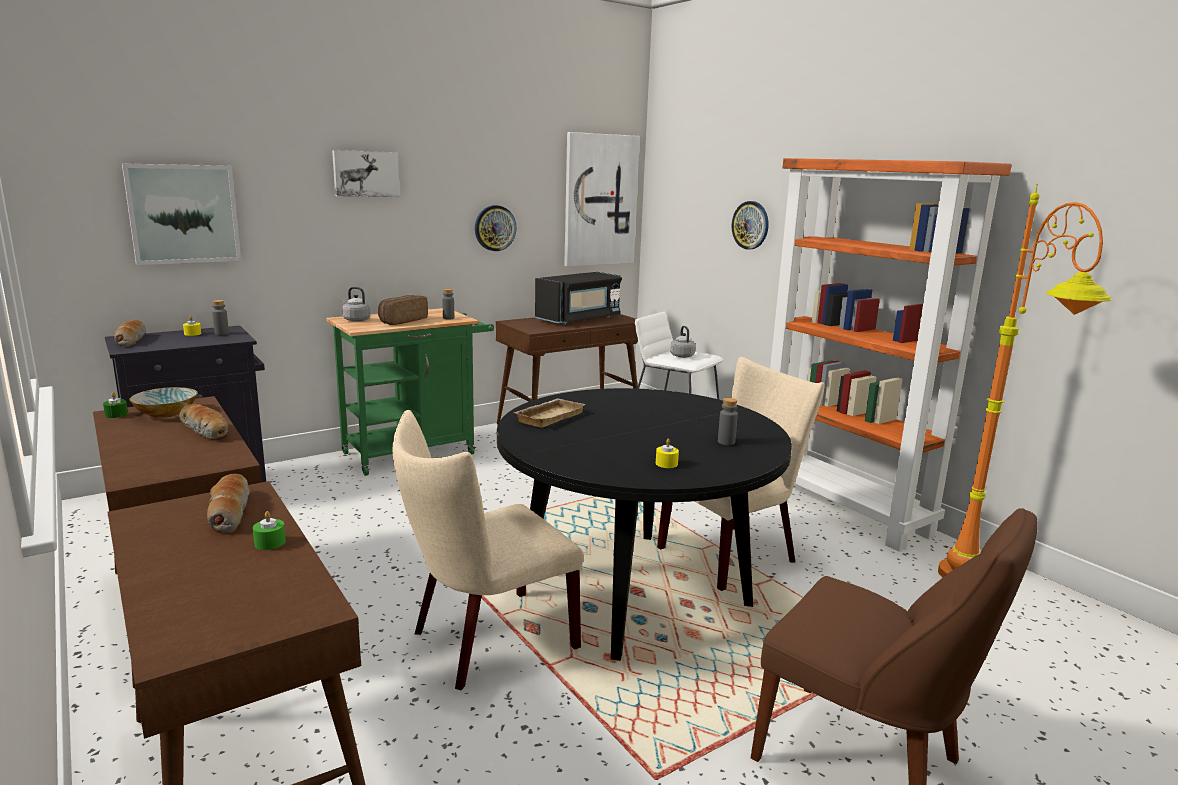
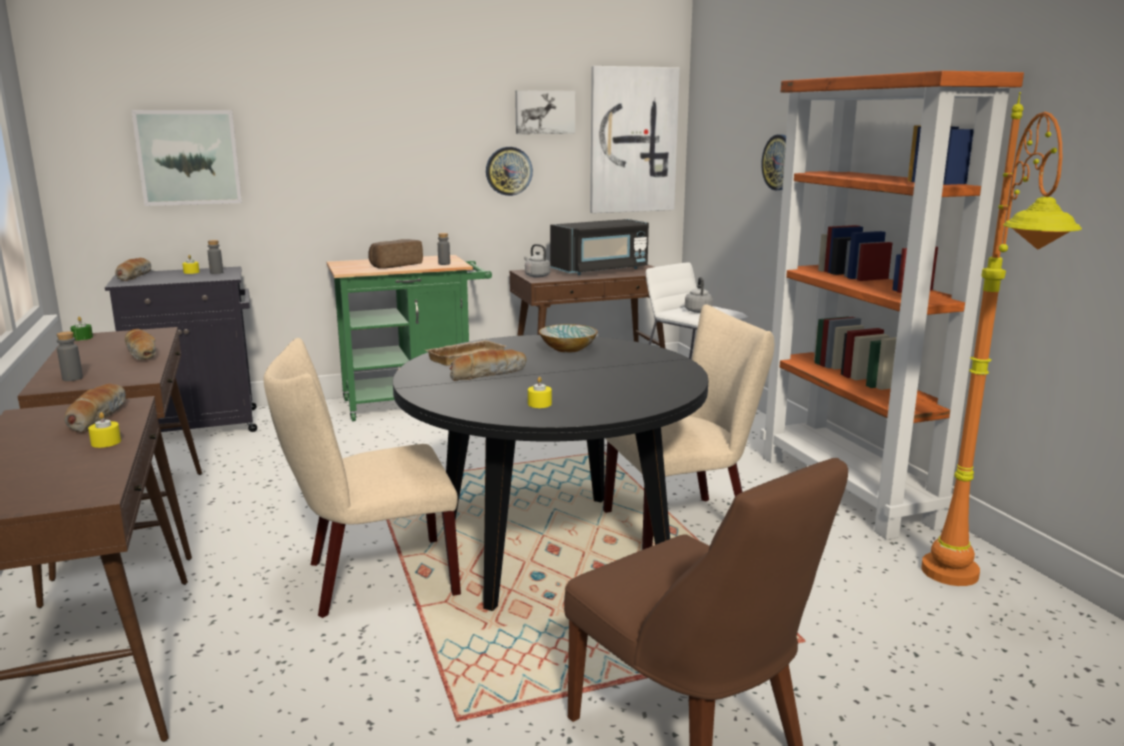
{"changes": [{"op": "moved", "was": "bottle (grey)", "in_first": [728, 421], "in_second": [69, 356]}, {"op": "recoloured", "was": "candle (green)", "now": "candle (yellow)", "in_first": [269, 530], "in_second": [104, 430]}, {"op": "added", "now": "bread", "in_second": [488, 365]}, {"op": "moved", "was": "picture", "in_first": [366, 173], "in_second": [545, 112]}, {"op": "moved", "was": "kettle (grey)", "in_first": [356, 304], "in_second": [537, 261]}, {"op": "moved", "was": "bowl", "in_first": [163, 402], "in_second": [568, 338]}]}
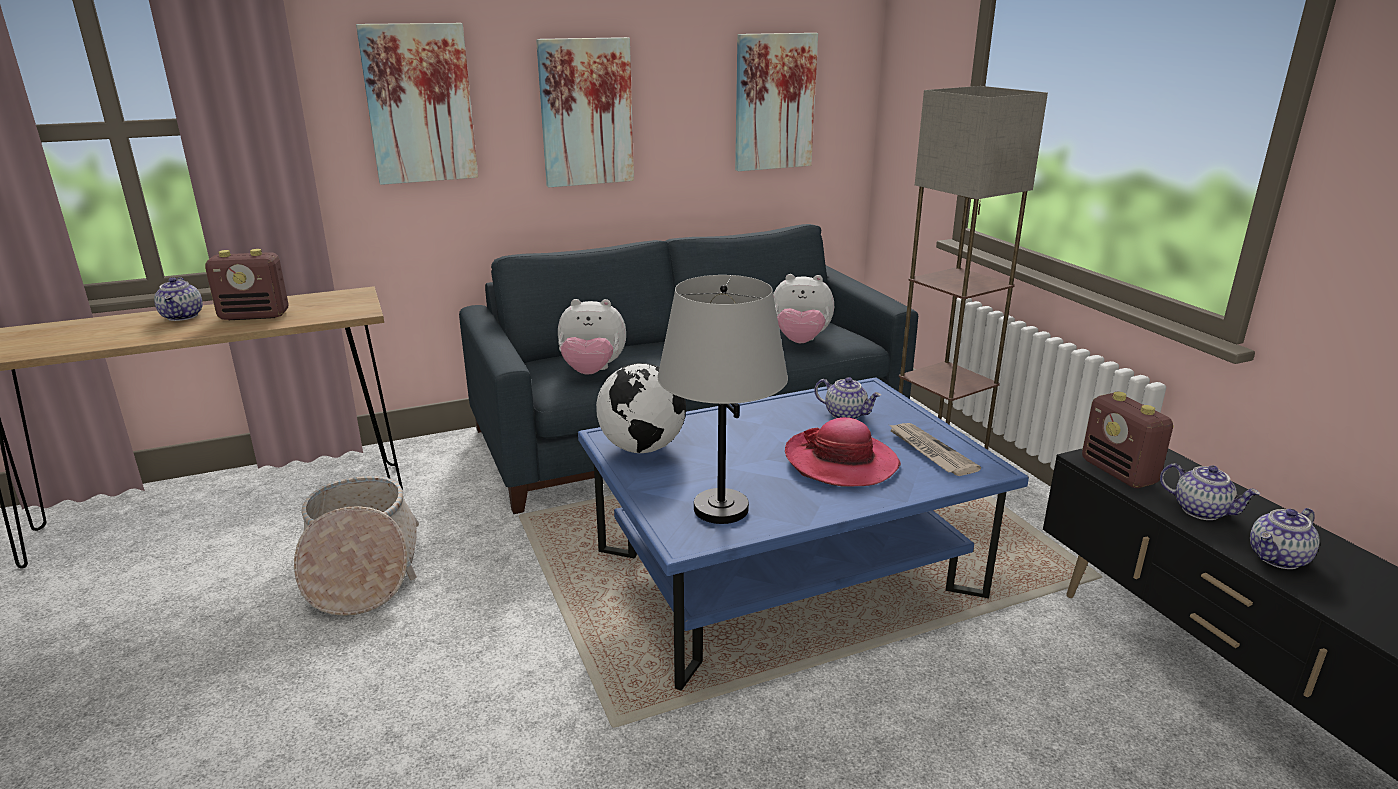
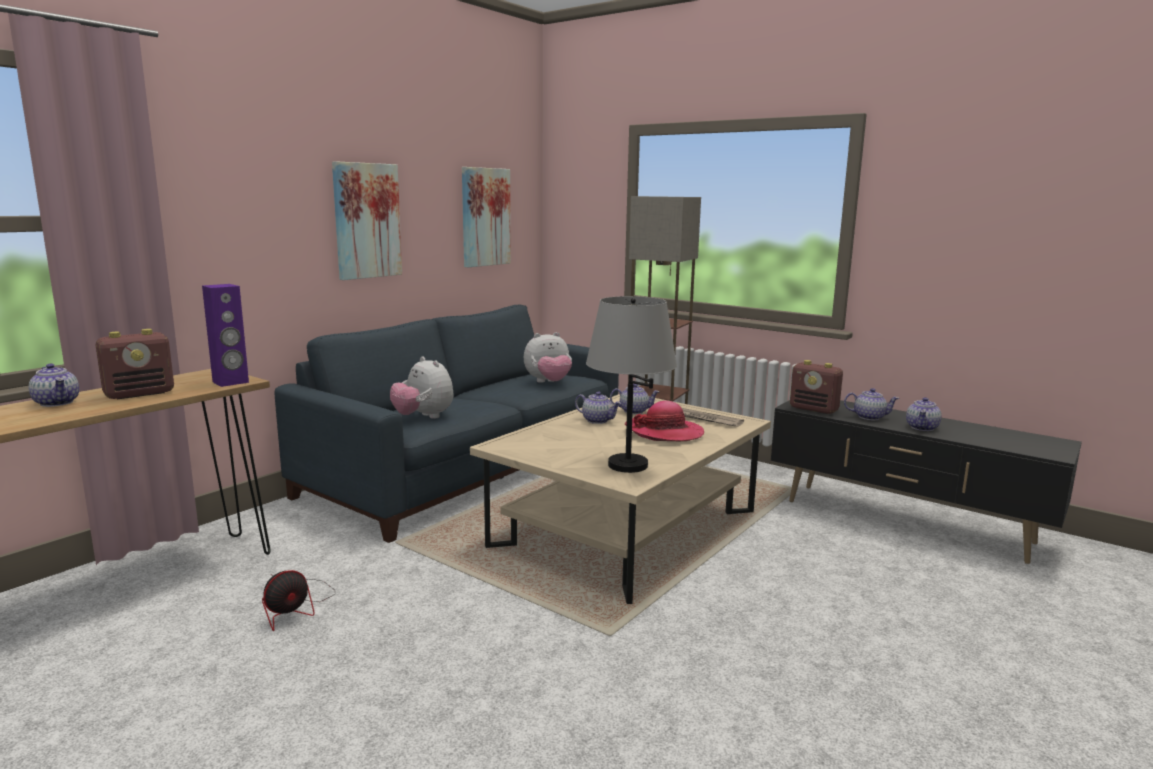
{"changes": [{"op": "added", "now": "speaker (purple)", "in_second": [225, 335]}, {"op": "replaced", "was": "basket", "now": "fan", "in_first": [356, 546], "in_second": [298, 600]}, {"op": "turned", "was": "plush toy", "in_first": [592, 337], "in_second": [421, 387], "clockwise": 75}, {"op": "recoloured", "was": "coffee table (blue)", "now": "coffee table (beige)", "in_first": [803, 534], "in_second": [620, 499]}, {"op": "added", "now": "teapot", "in_second": [598, 408]}, {"op": "removed", "was": "picture", "in_first": [417, 104]}, {"op": "removed", "was": "globe", "in_first": [641, 408]}]}
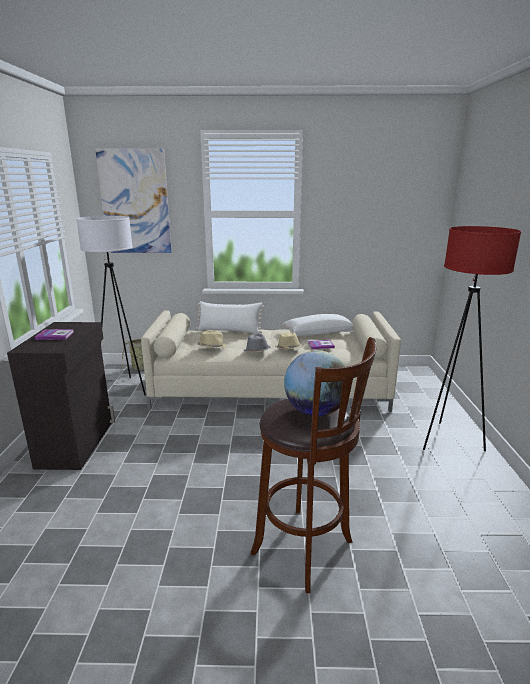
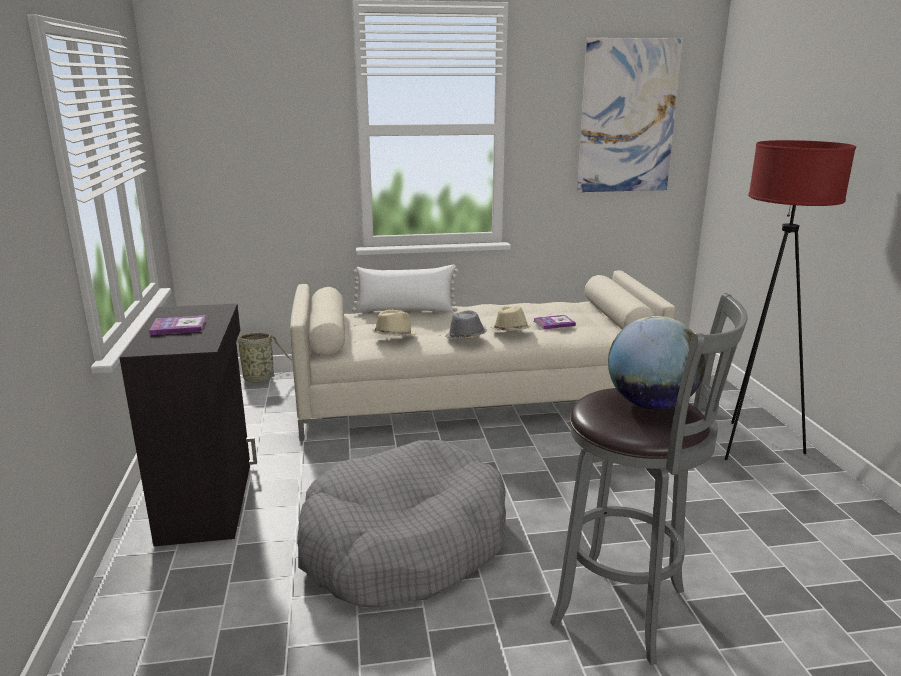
{"changes": [{"op": "added", "now": "dog bed (grey)", "in_second": [401, 523]}, {"op": "recoloured", "was": "stool (brown)", "now": "stool (grey)", "in_first": [313, 465], "in_second": [649, 479]}, {"op": "moved", "was": "picture", "in_first": [133, 201], "in_second": [630, 115]}, {"op": "removed", "was": "floor lamp (white)", "in_first": [111, 306]}, {"op": "removed", "was": "pillow (white)", "in_first": [318, 325]}]}
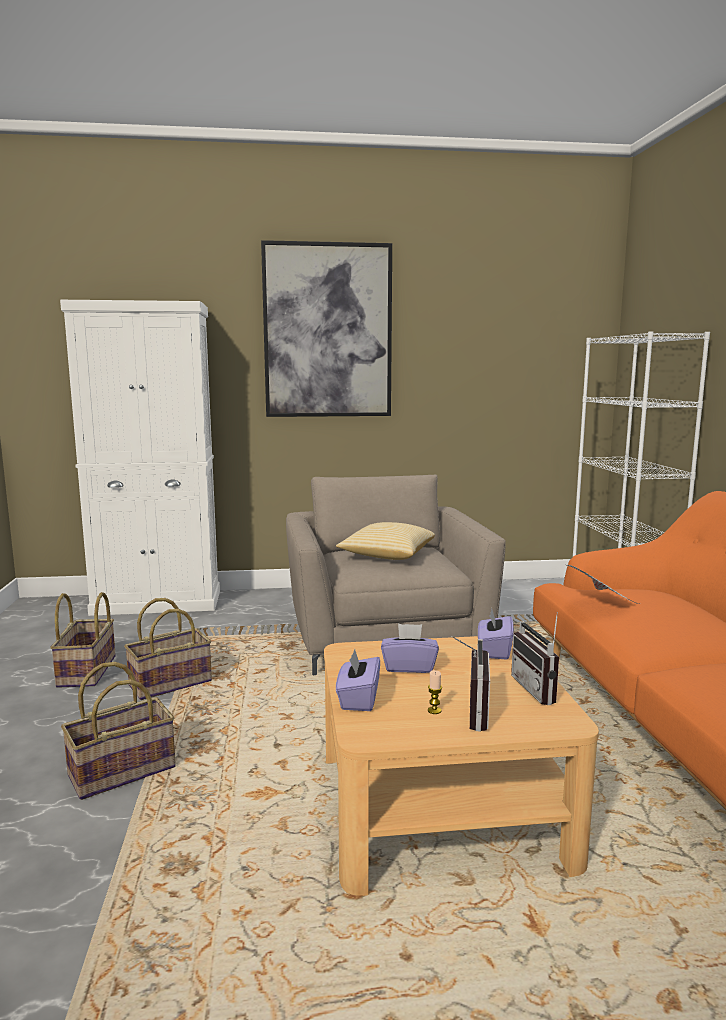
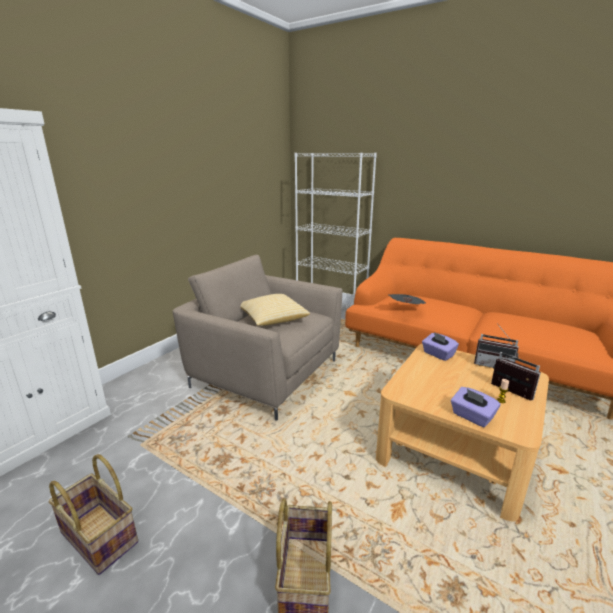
{"changes": [{"op": "removed", "was": "basket", "in_first": [168, 649]}, {"op": "removed", "was": "picture", "in_first": [326, 328]}, {"op": "removed", "was": "tissue box (purple)", "in_first": [410, 648]}]}
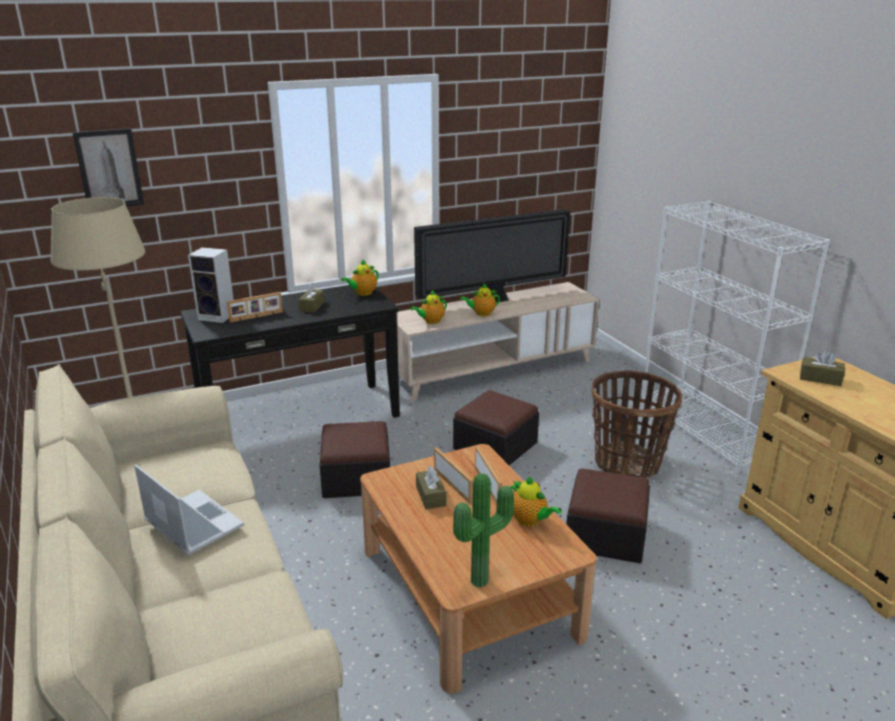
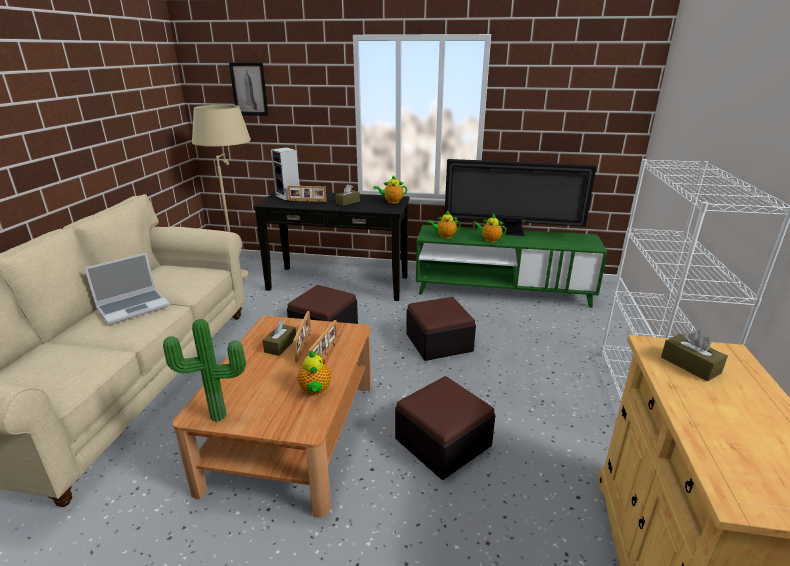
{"changes": [{"op": "turned", "was": "laptop", "in_first": [189, 509], "in_second": [127, 289], "clockwise": 60}, {"op": "recoloured", "was": "tv stand (beige)", "now": "tv stand (green)", "in_first": [498, 341], "in_second": [512, 266]}, {"op": "removed", "was": "basket", "in_first": [637, 424]}]}
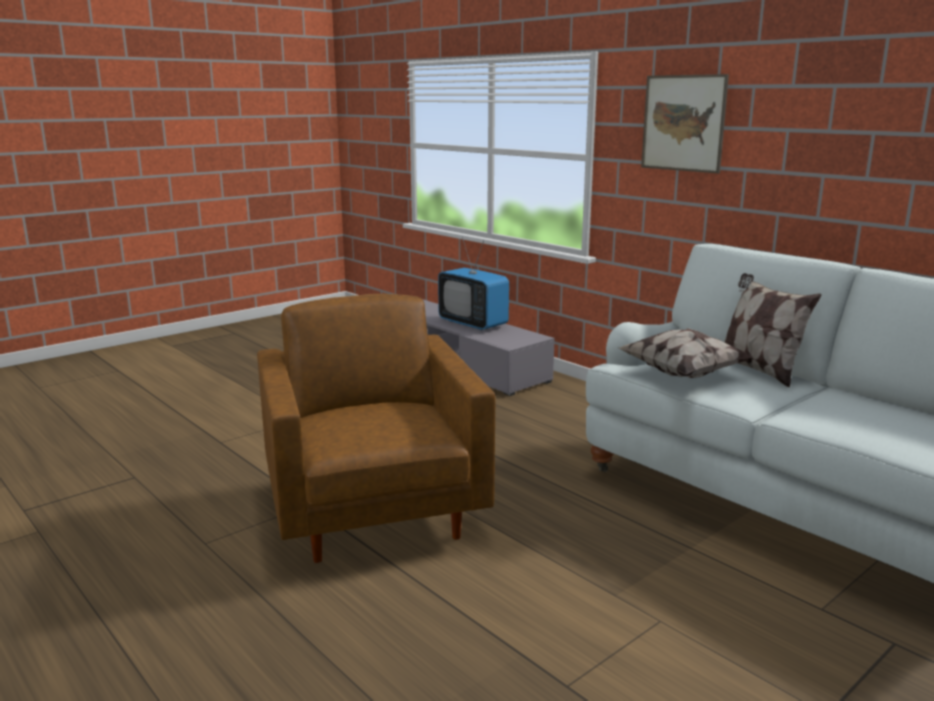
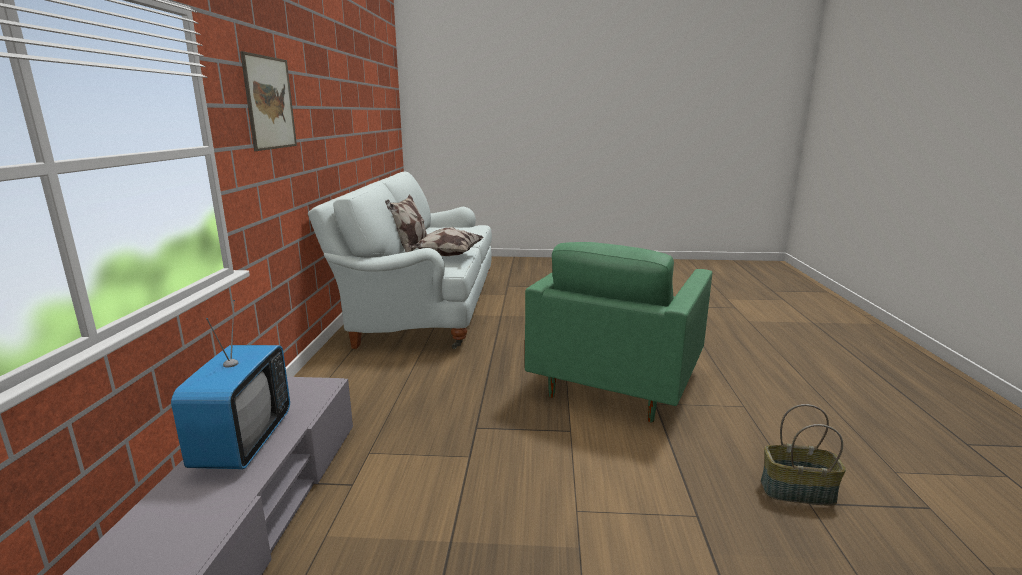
{"changes": [{"op": "recoloured", "was": "armchair (brown)", "now": "armchair (green)", "in_first": [376, 428], "in_second": [618, 332]}, {"op": "added", "now": "basket", "in_second": [803, 455]}]}
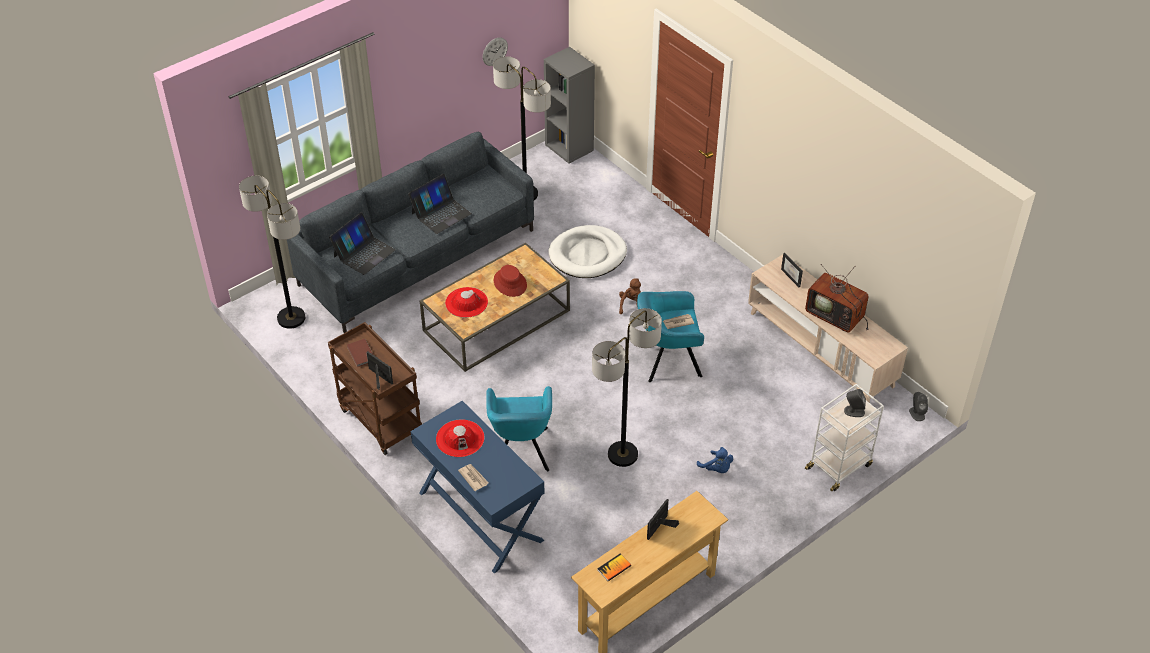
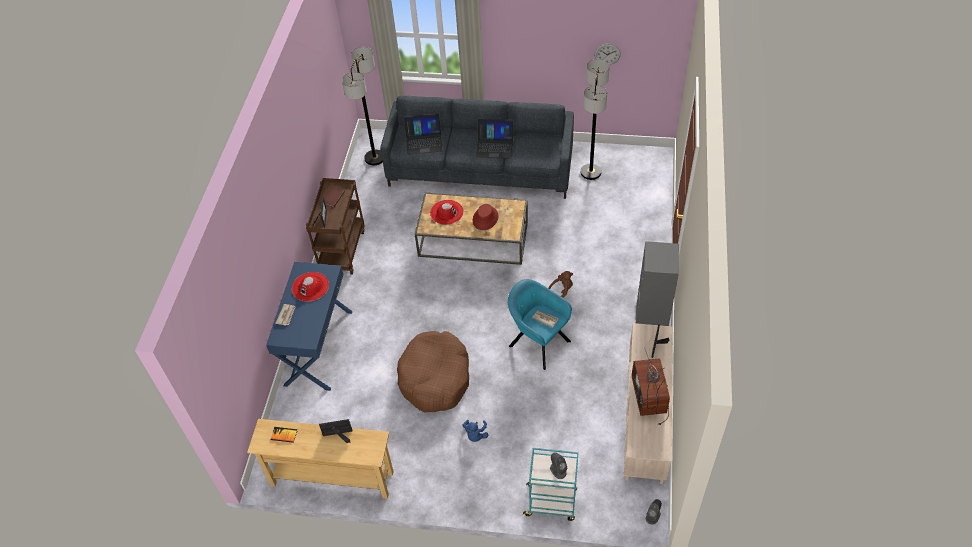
{"changes": [{"op": "replaced", "was": "floor lamp", "now": "dog bed (brown)", "in_first": [627, 387], "in_second": [433, 372]}, {"op": "recoloured", "was": "cart (white)", "now": "cart (turquoise)", "in_first": [844, 438], "in_second": [551, 484]}, {"op": "moved", "was": "bookcase (grey)", "in_first": [569, 105], "in_second": [657, 283]}, {"op": "removed", "was": "armchair (turquoise)", "in_first": [519, 428]}, {"op": "removed", "was": "dog bed (white)", "in_first": [588, 251]}]}
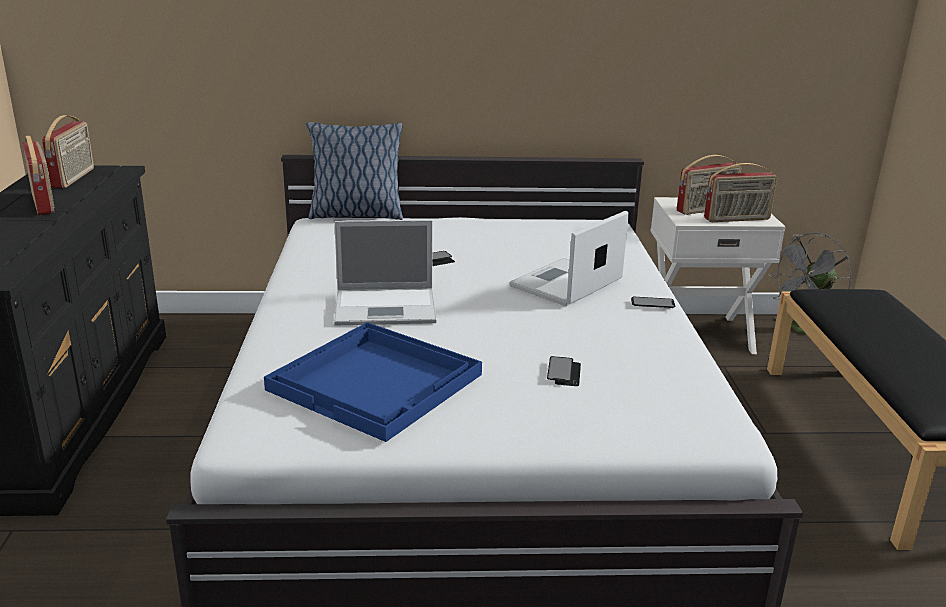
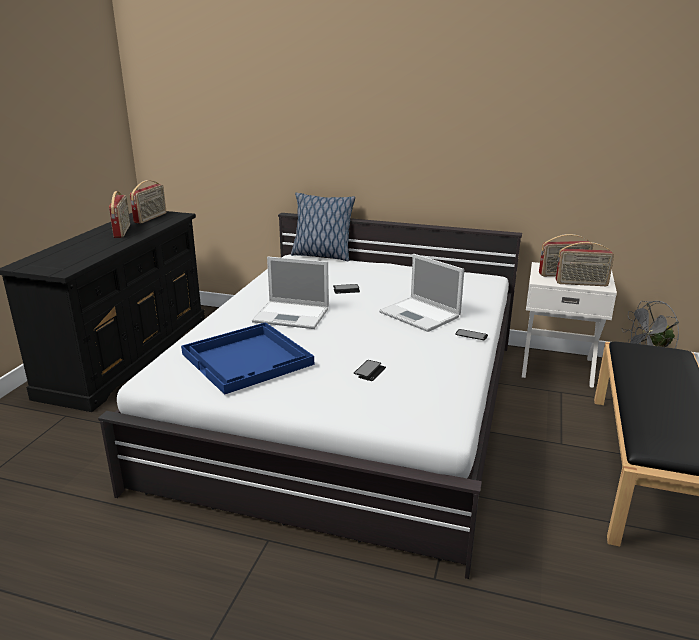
{"changes": [{"op": "turned", "was": "laptop", "in_first": [569, 258], "in_second": [421, 293], "clockwise": -105}]}
